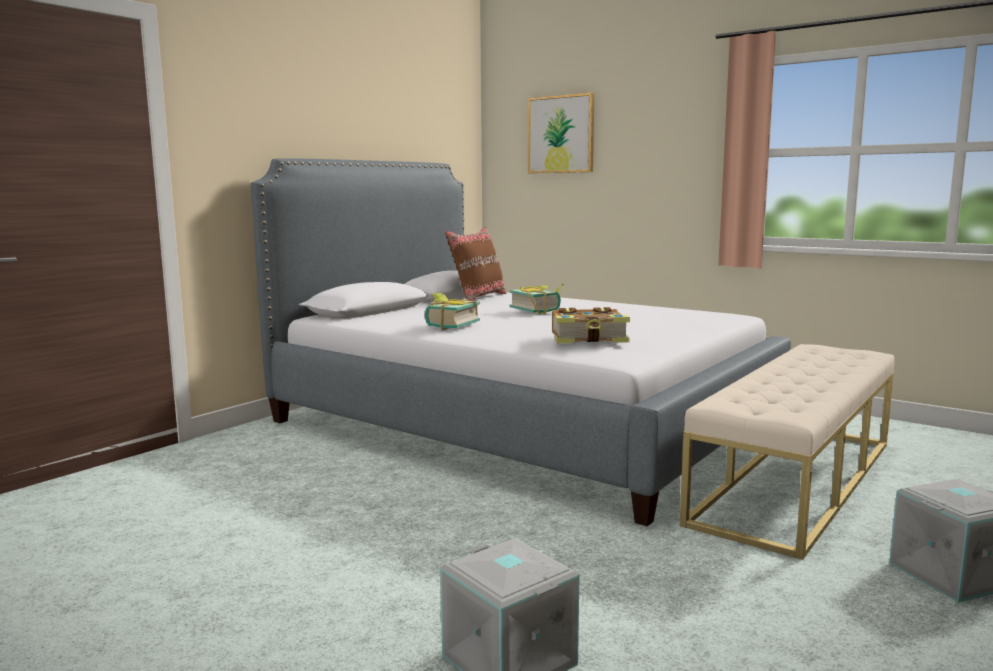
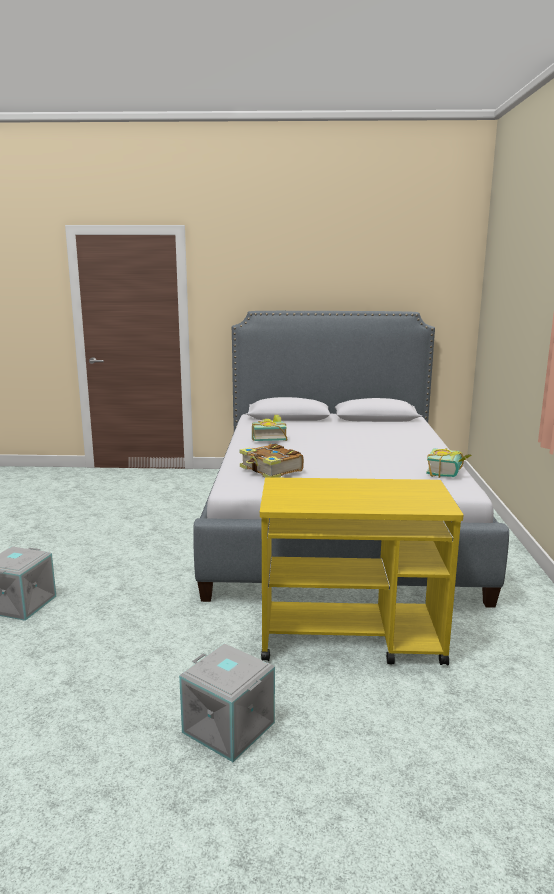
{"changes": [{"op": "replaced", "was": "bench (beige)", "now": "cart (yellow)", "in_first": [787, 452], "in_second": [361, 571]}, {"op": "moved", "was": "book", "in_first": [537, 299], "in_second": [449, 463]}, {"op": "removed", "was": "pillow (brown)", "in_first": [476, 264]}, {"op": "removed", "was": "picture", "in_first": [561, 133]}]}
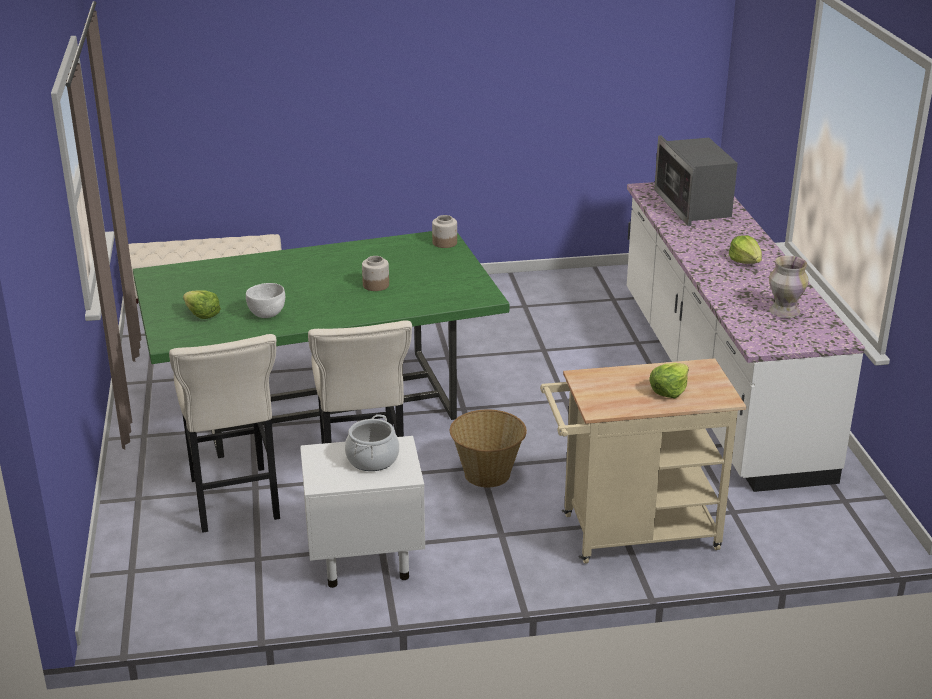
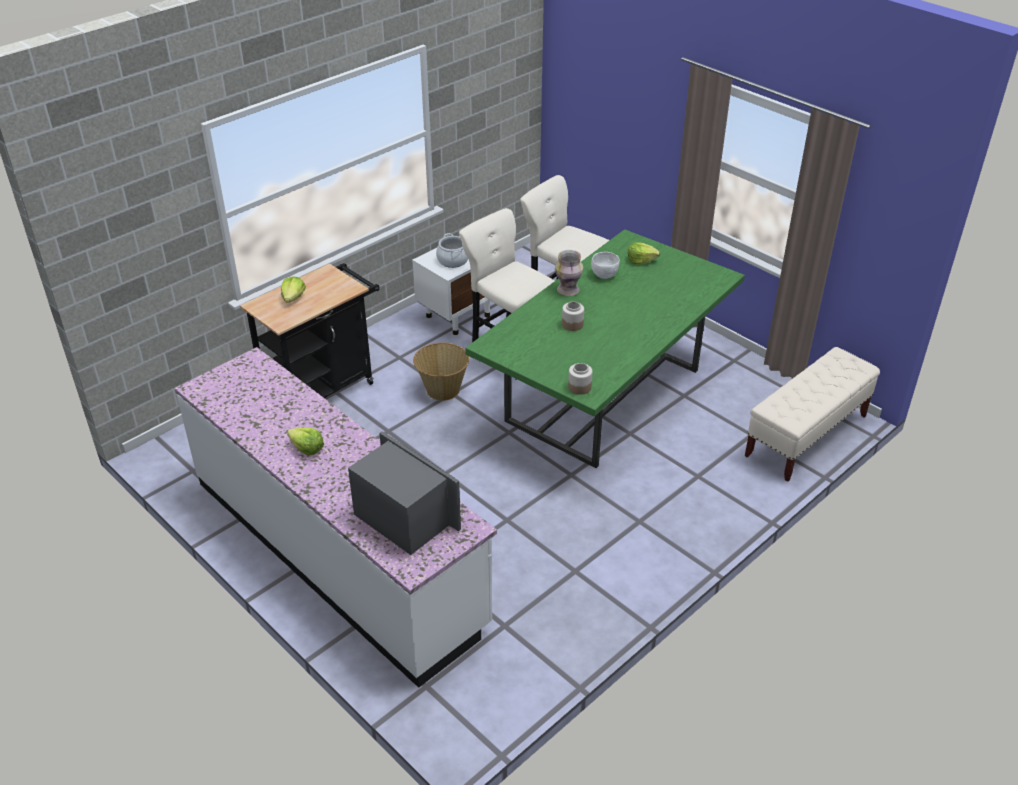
{"changes": [{"op": "recoloured", "was": "cart (beige)", "now": "cart (black)", "in_first": [643, 461], "in_second": [309, 330]}, {"op": "moved", "was": "vase", "in_first": [789, 287], "in_second": [569, 273]}]}
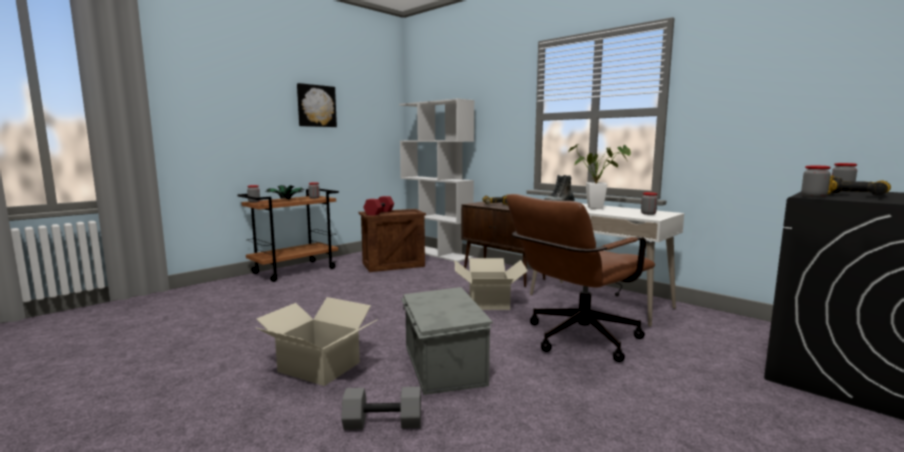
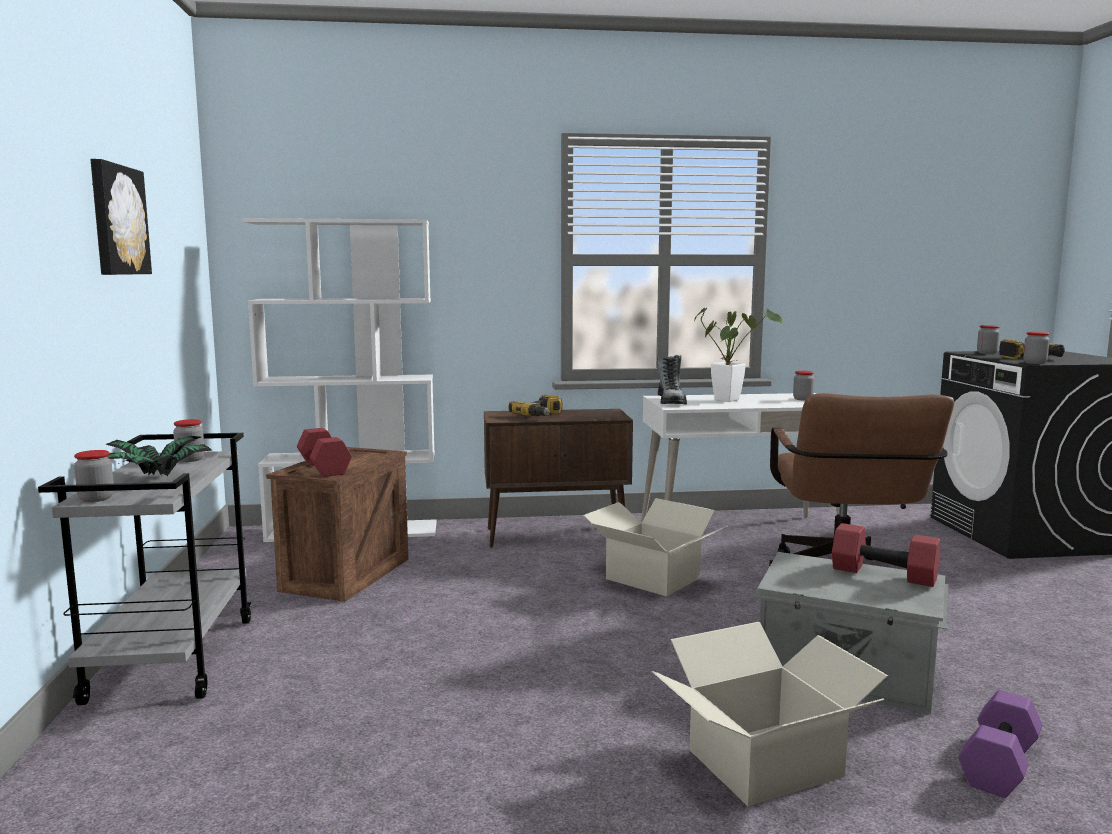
{"changes": [{"op": "recoloured", "was": "cart (brown)", "now": "cart (grey)", "in_first": [288, 235], "in_second": [145, 569]}, {"op": "added", "now": "dumbbell (red)", "in_second": [886, 555]}, {"op": "recoloured", "was": "dumbbell (grey)", "now": "dumbbell (purple)", "in_first": [381, 408], "in_second": [1000, 744]}]}
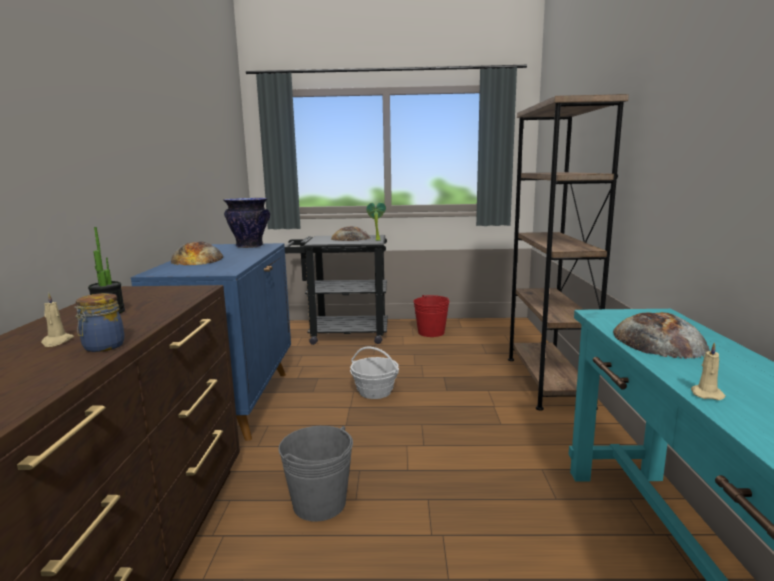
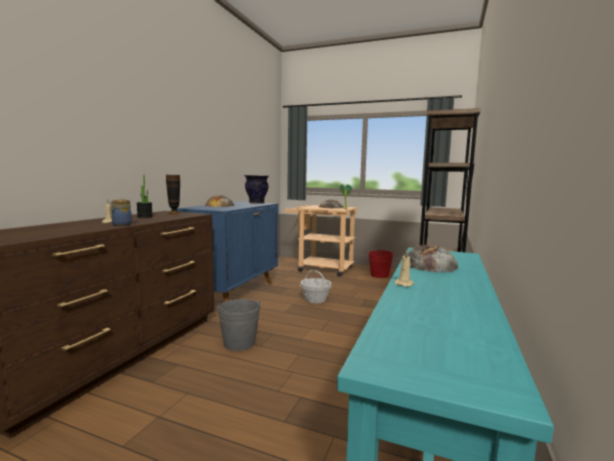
{"changes": [{"op": "added", "now": "vase", "in_second": [174, 195]}, {"op": "recoloured", "was": "cart (black)", "now": "cart (beige)", "in_first": [336, 290], "in_second": [320, 241]}]}
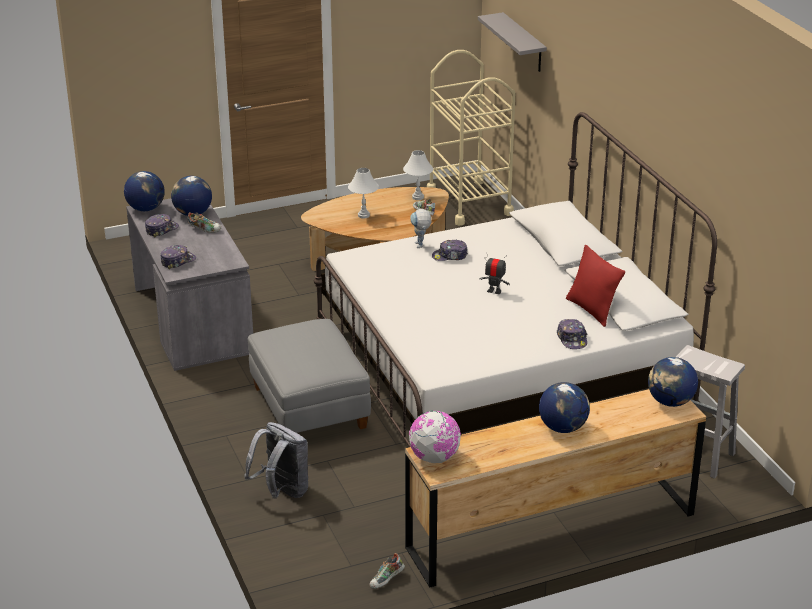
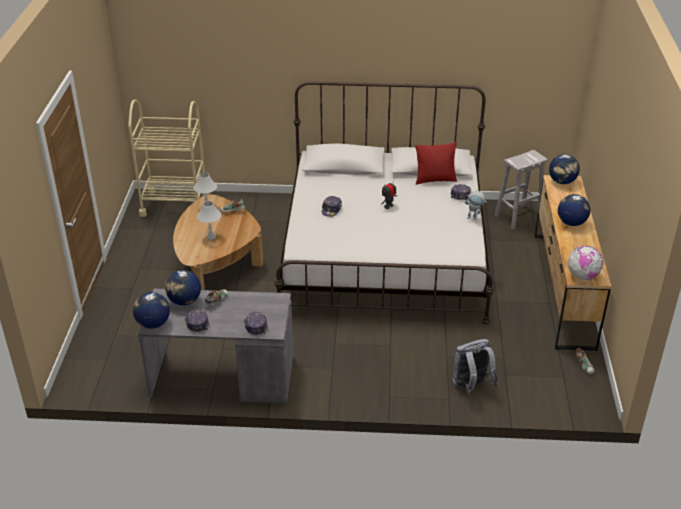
{"changes": [{"op": "moved", "was": "toy robot", "in_first": [421, 228], "in_second": [475, 205]}, {"op": "removed", "was": "ottoman (grey)", "in_first": [309, 376]}, {"op": "removed", "was": "shelf (grey)", "in_first": [512, 42]}]}
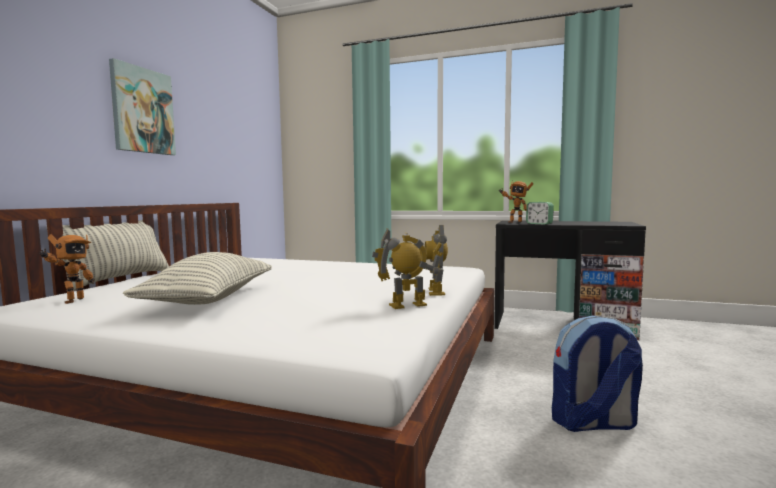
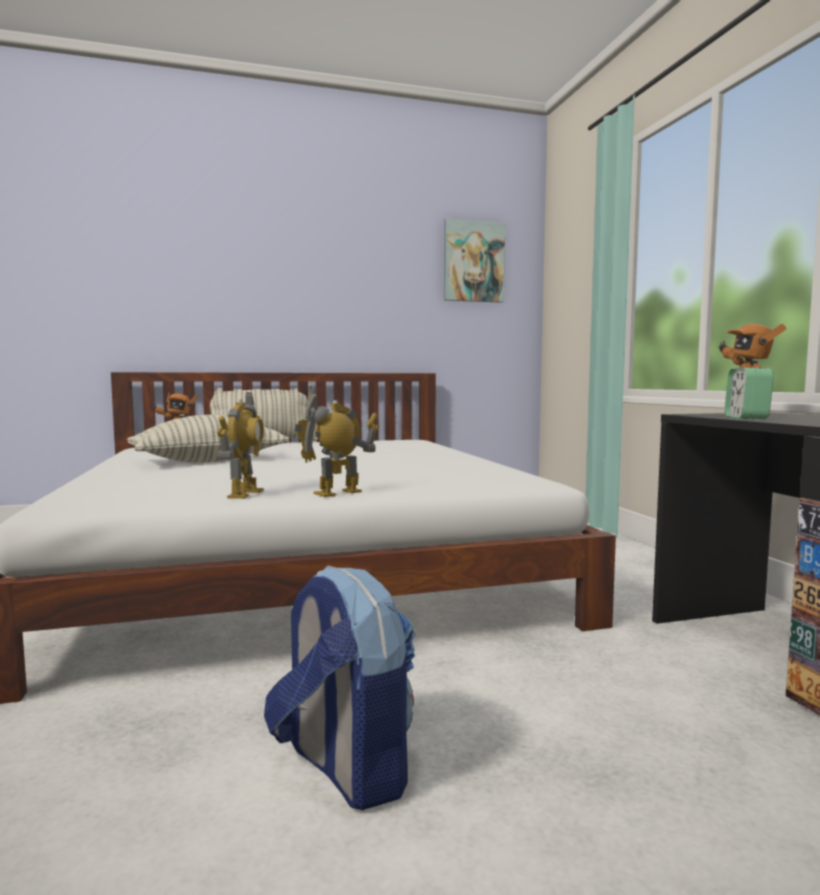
{"changes": [{"op": "turned", "was": "toy robot", "in_first": [407, 268], "in_second": [240, 445], "clockwise": 60}, {"op": "moved", "was": "picture", "in_first": [142, 106], "in_second": [474, 260]}]}
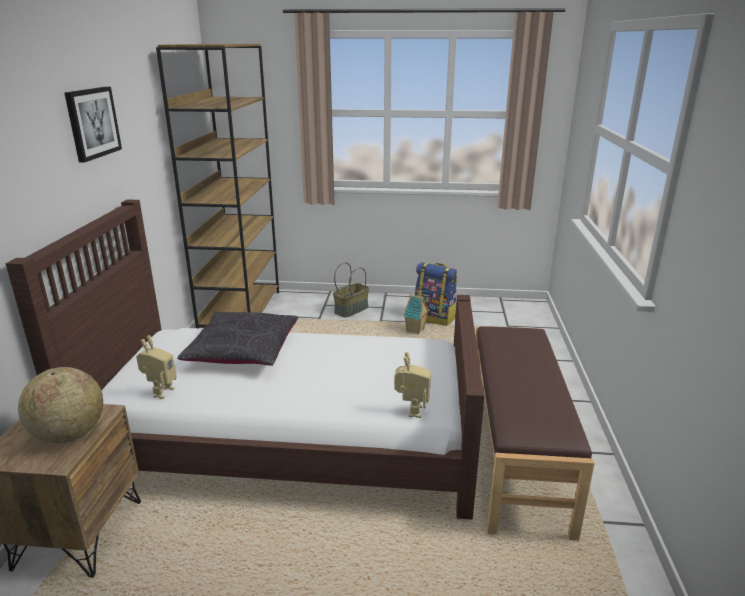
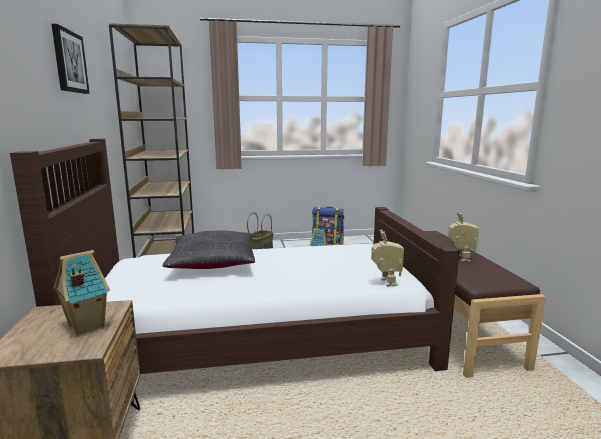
{"changes": [{"op": "replaced", "was": "globe", "now": "toy house", "in_first": [60, 405], "in_second": [82, 292]}, {"op": "moved", "was": "toy robot", "in_first": [156, 367], "in_second": [463, 236]}]}
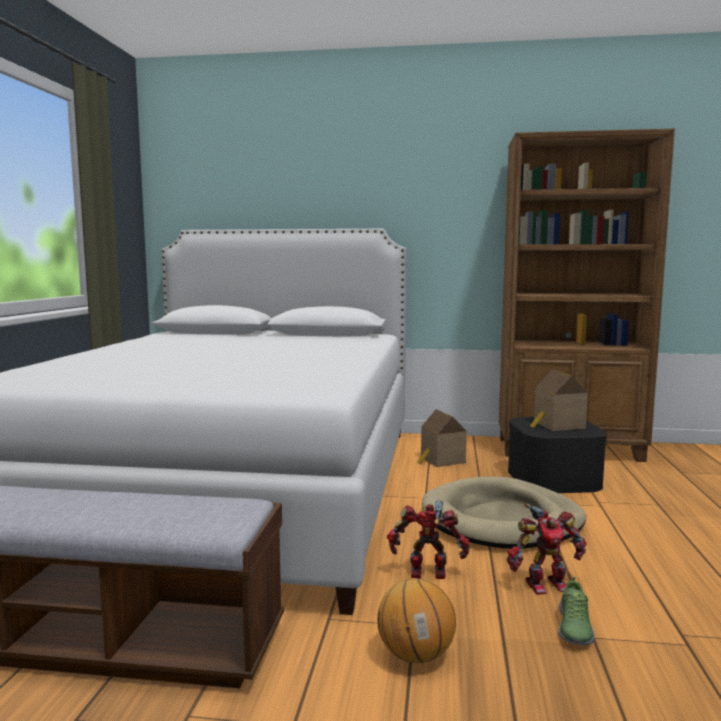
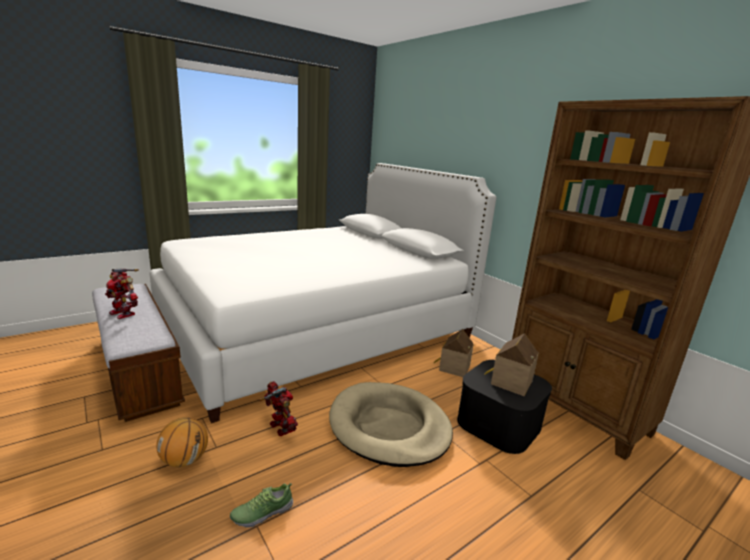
{"changes": [{"op": "moved", "was": "toy robot", "in_first": [546, 549], "in_second": [121, 294]}]}
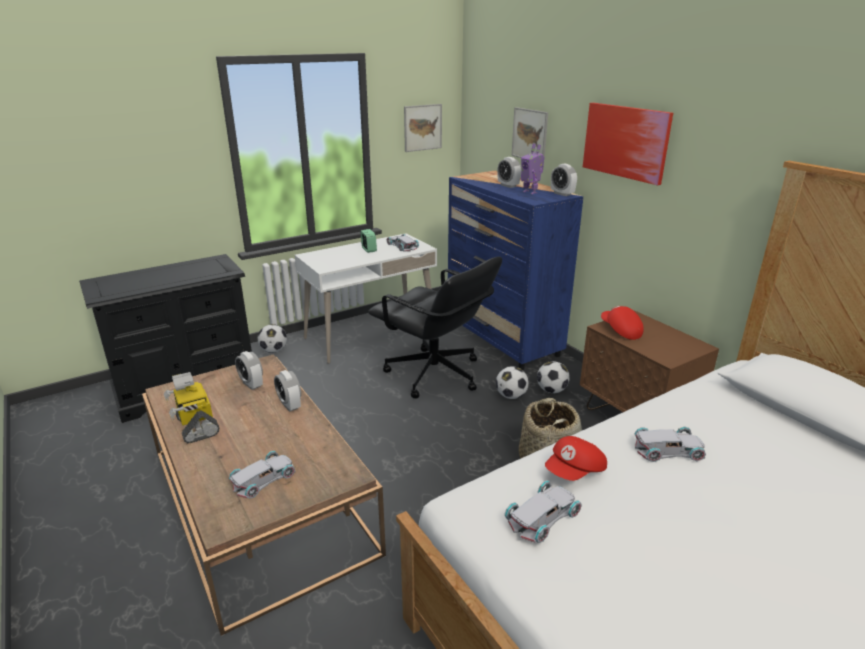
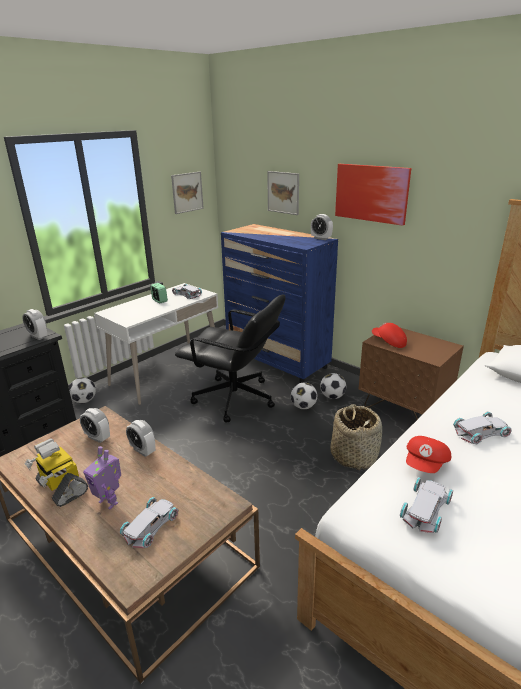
{"changes": [{"op": "moved", "was": "alarm clock", "in_first": [509, 172], "in_second": [34, 324]}, {"op": "moved", "was": "toy robot", "in_first": [532, 169], "in_second": [102, 478]}]}
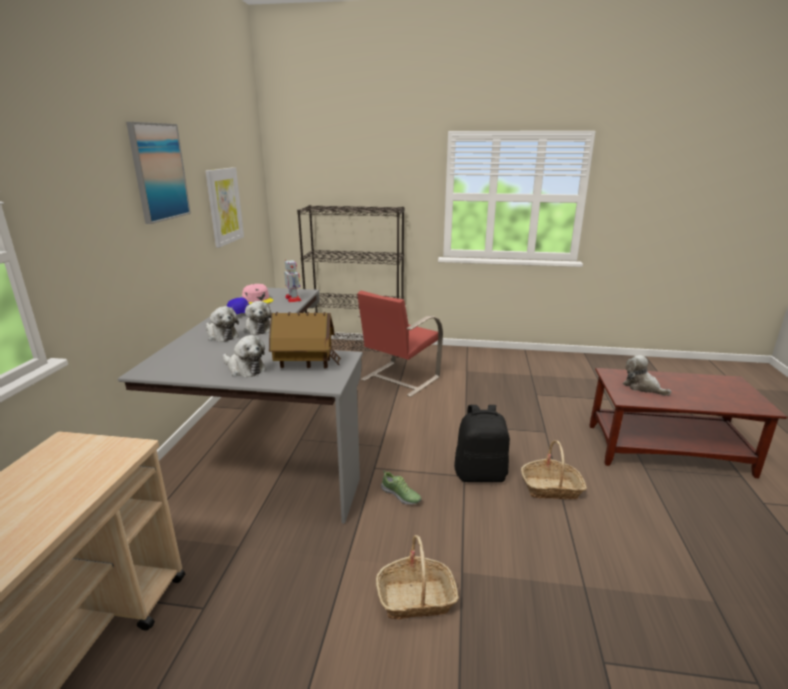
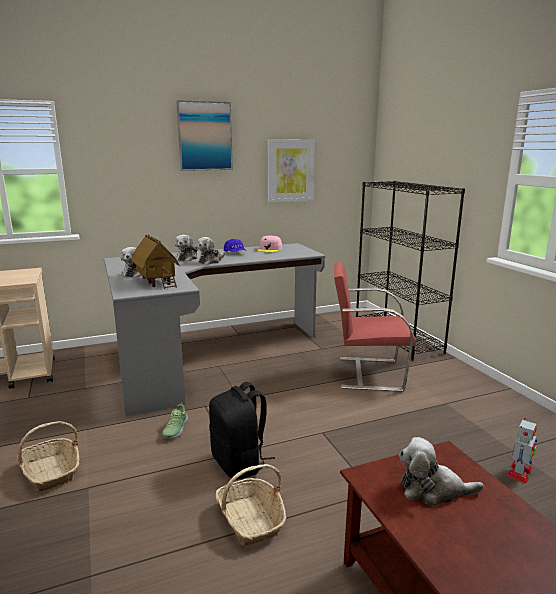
{"changes": [{"op": "turned", "was": "plush toy", "in_first": [647, 375], "in_second": [441, 472], "clockwise": -105}, {"op": "moved", "was": "toy robot", "in_first": [292, 280], "in_second": [522, 451]}]}
